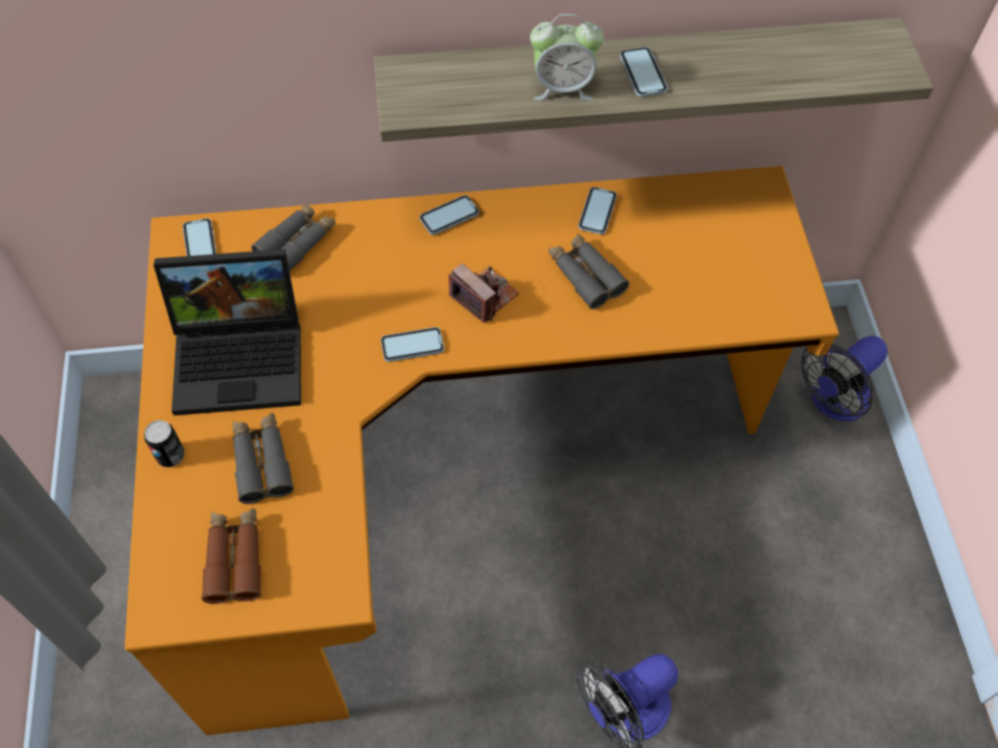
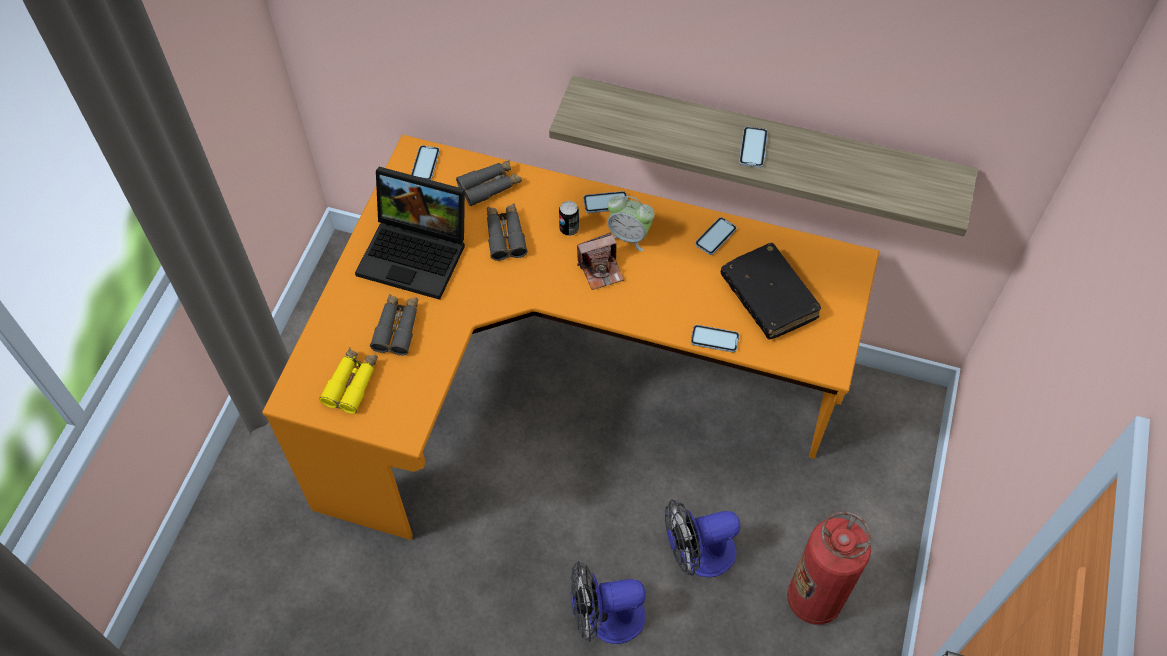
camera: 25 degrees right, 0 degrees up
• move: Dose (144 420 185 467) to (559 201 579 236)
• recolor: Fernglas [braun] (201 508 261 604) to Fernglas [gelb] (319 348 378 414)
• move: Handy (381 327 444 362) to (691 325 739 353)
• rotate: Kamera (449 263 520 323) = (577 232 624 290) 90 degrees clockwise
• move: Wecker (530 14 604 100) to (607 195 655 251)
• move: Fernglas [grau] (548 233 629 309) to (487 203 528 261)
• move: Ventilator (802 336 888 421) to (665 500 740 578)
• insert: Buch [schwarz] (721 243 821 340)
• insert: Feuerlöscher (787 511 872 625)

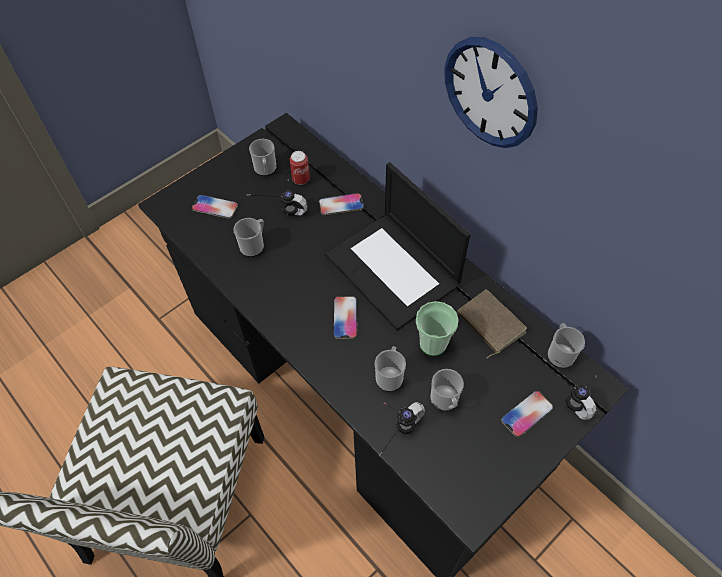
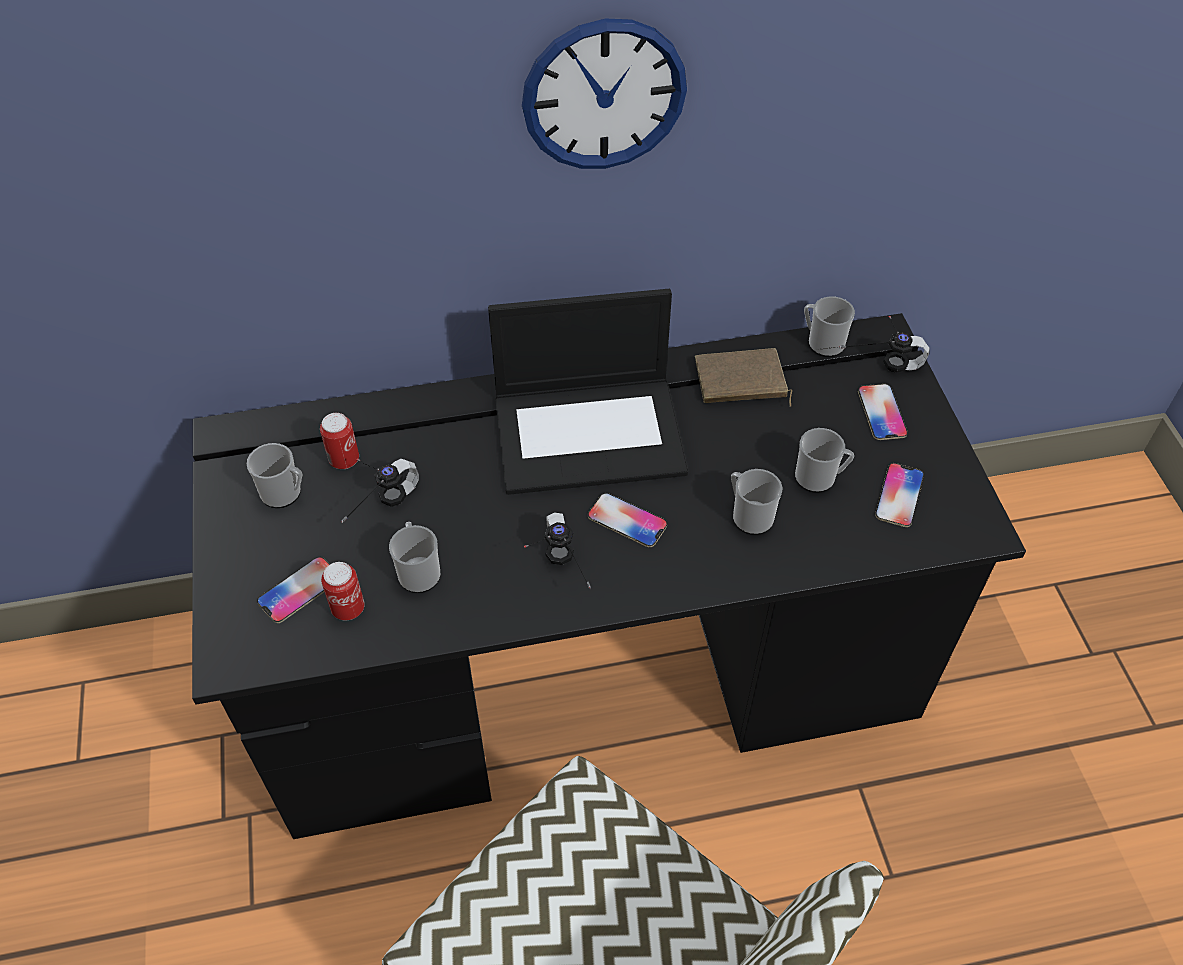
camera: 60 degrees left, 5 degrees down
• move: Handy (319 193 364 215) to (875 463 924 527)
• move: Kopfhörer (379 402 425 457) to (524 512 591 589)
• delete: Tasse (416 301 459 356)
• insert: Dose (321 562 365 620)

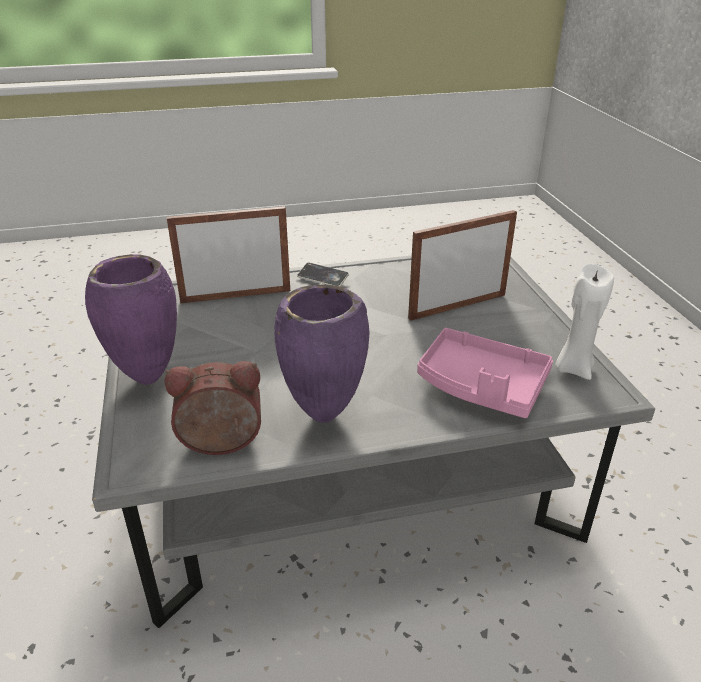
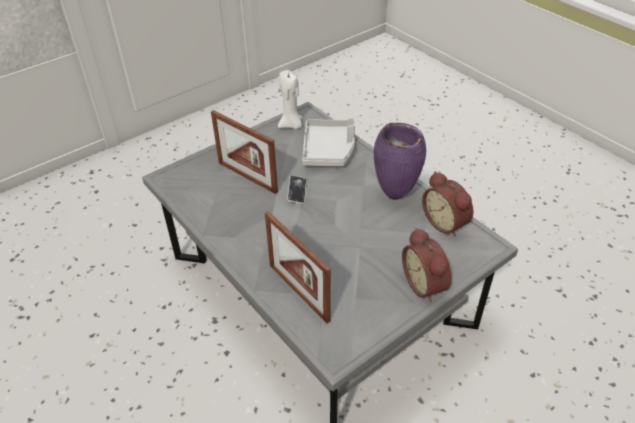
camera: 115 degrees left, 10 degrees up
• replace: Vase [lila] (85 254 177 385) to Wecker (402 228 452 302)
• move: Handy (297 262 349 286) to (287 176 307 204)
• recolor: Tablett [rosa] (417 328 553 418) to Tablett [grau] (302 118 355 166)

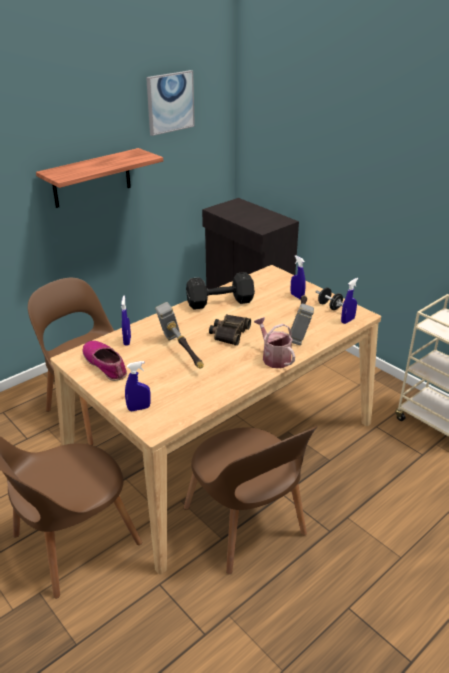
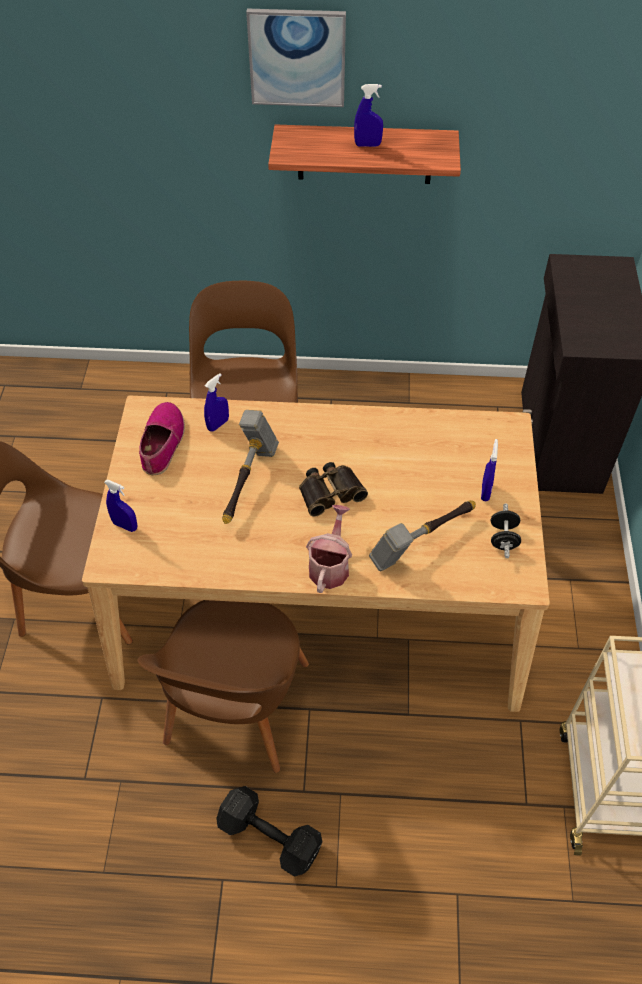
camera: 45 degrees right, 20 degrees up
• move: Bild (146 70 195 136) to (246 9 346 107)
• move: Hantel [schwarz] (186 272 255 310) to (216 786 322 877)
• move: Sprühflasche [blau] (341 278 358 324) to (354 84 383 147)

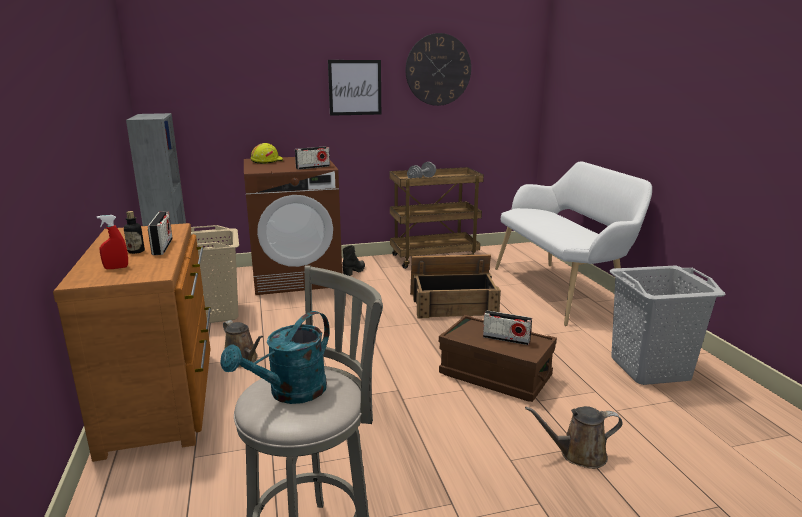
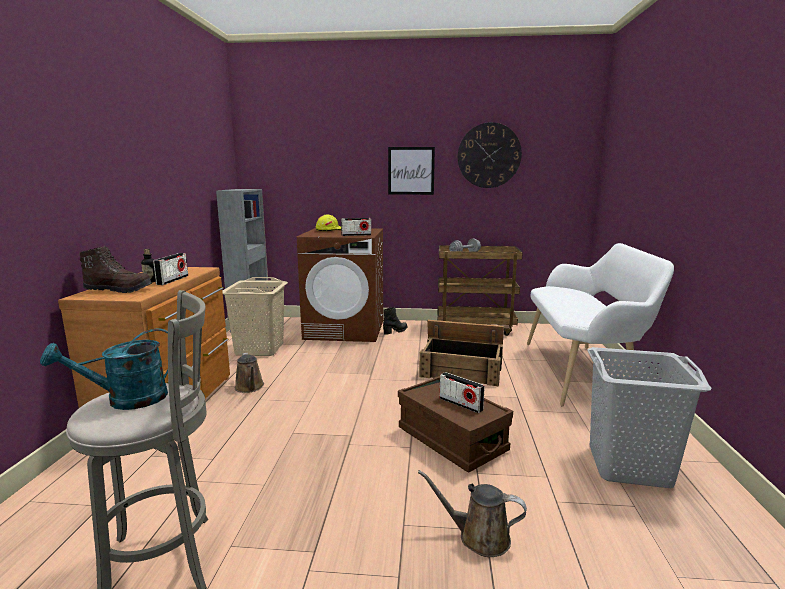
camera: 20 degrees right, 5 degrees down
• replace: Sprühflasche [rot] (97 215 128 269) to Stiefel [braun] (79 246 152 293)

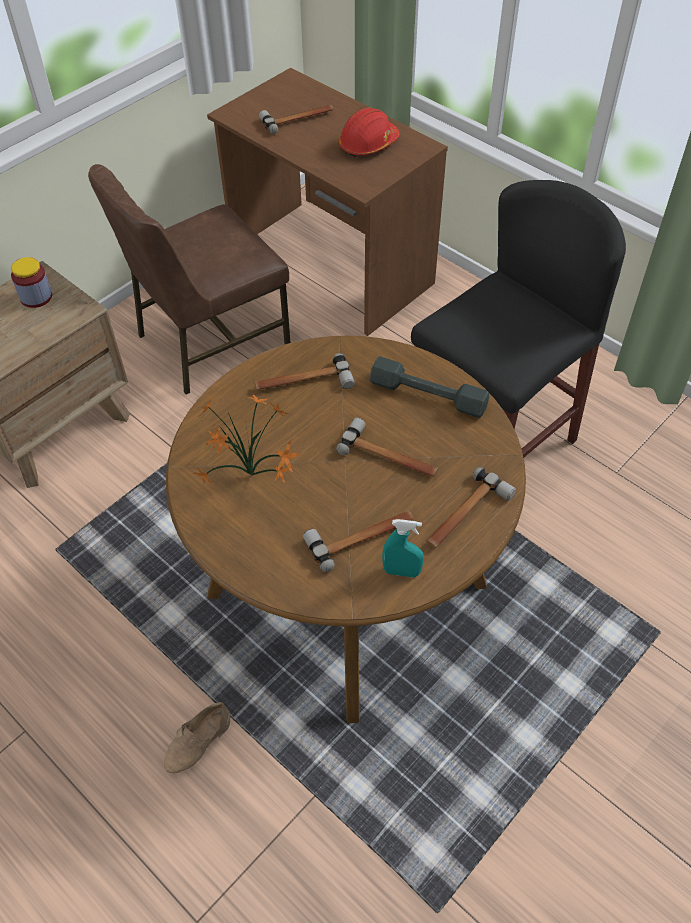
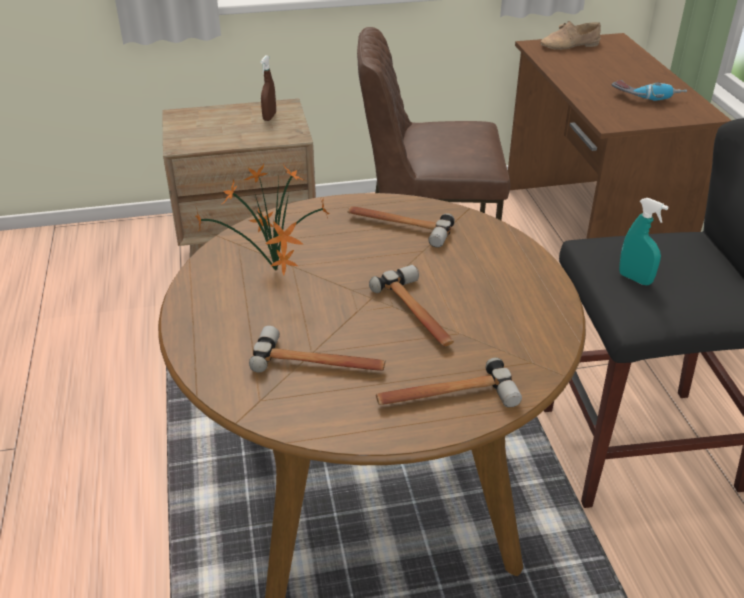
camera: 35 degrees right, 15 degrees down
• replace: Vorratsglas (11 257 52 308) to Sprühflasche [braun] (261 55 276 121)
• move: Schuh [beige] (164 702 230 773) to (541 21 601 50)
• delete: Hammer (259 105 333 134)
• replace: Schutzhelm [rot] (338 108 400 157) to Bohrmaschine (611 80 687 101)
• delete: Hantel [grau] (369 356 489 418)
• move: Sprühflasche [türkis] (382 519 424 577) to (619 198 668 285)

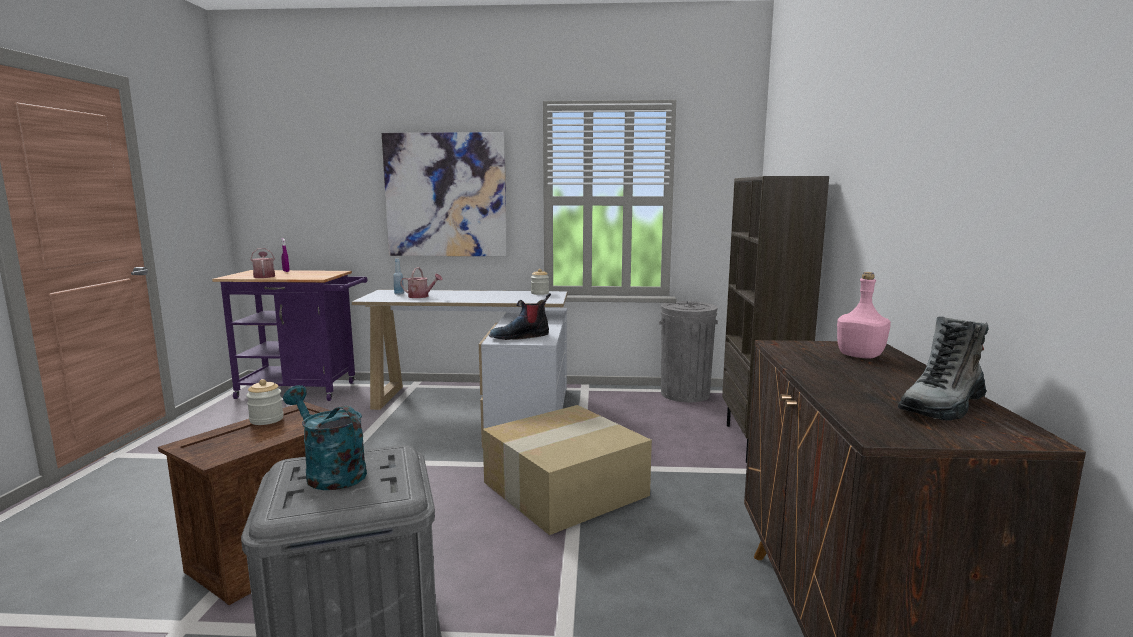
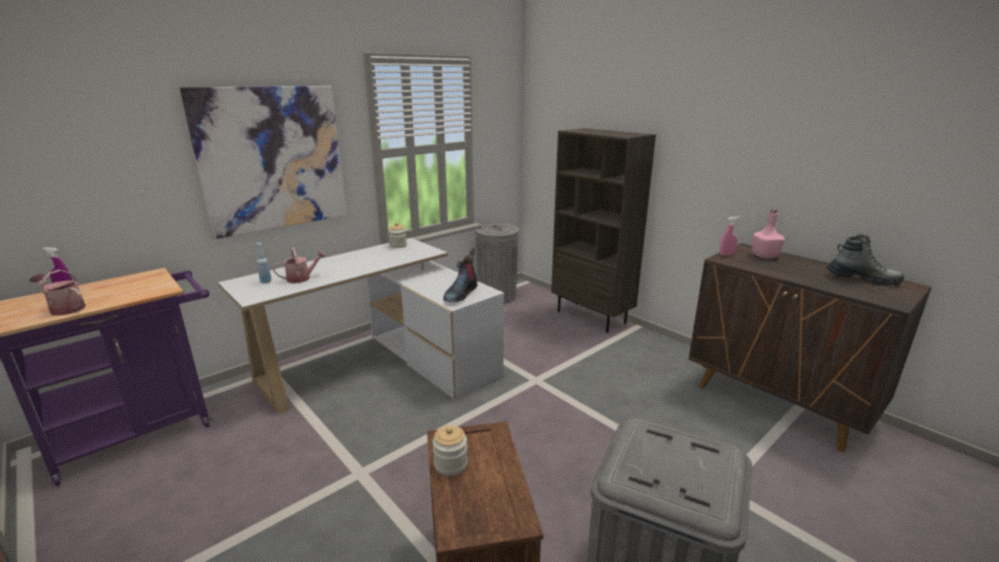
camera: 45 degrees left, 10 degrees up
• delete: Gießkanne [türkis] (283 385 367 490)
• delete: Karton (483 405 652 535)
• rotate: Stiefel (898 316 989 421) = (827 234 904 286) 75 degrees counterclockwise
• insert: Sprühflasche [rosa] (720 216 740 256)

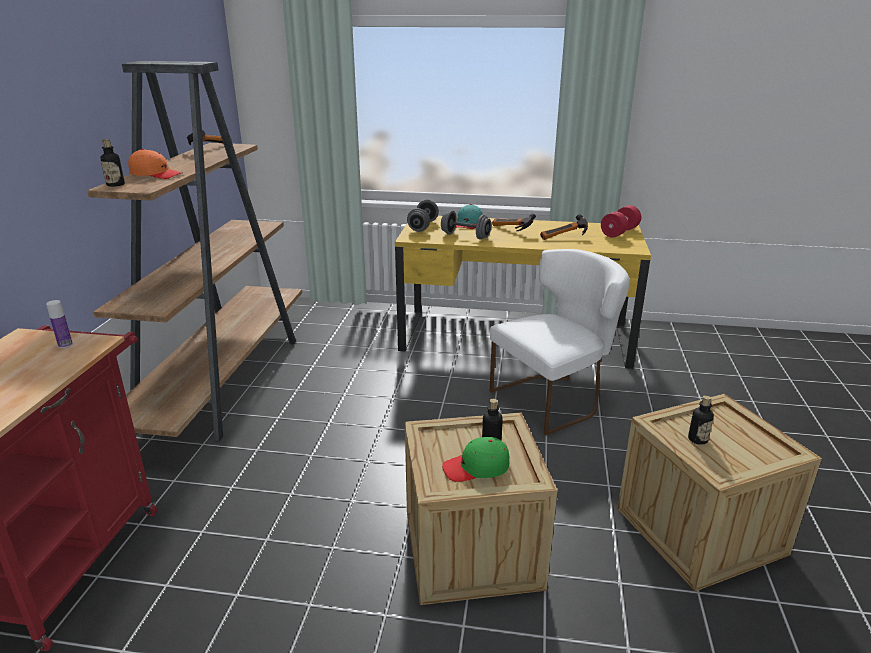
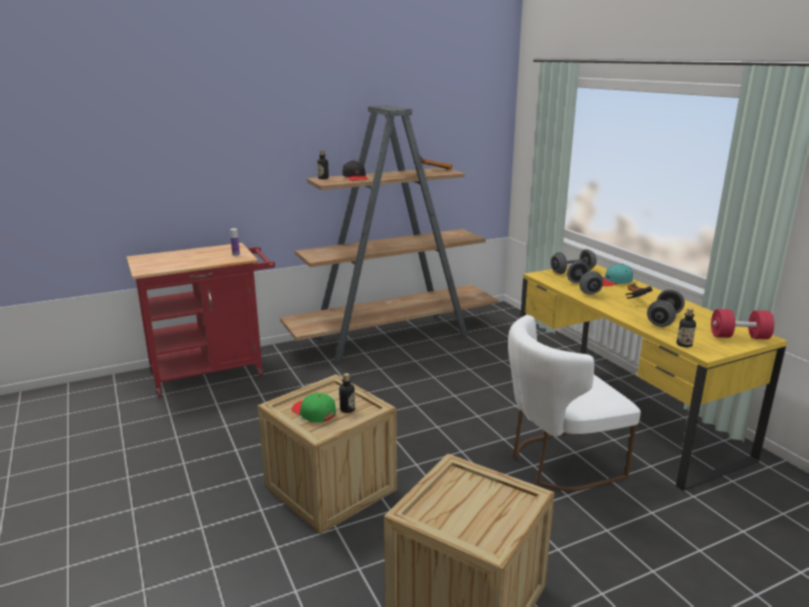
camera: 55 degrees right, 5 degrees down
• recolor: Kappe [orange] (128 149 182 179) to Kappe [schwarz] (342 160 367 181)
• rotate: Stuhl [weiß] (490 249 629 435) = (508 315 641 491) 135 degrees clockwise
• replace: Hammer (540 214 588 240) to Hantel [grau] (647 289 685 327)
• move: Flasche (688 395 714 445) to (677 308 696 347)

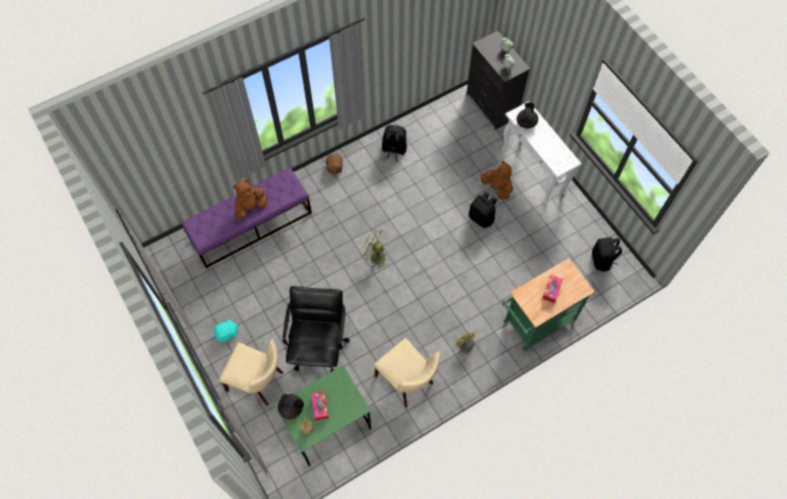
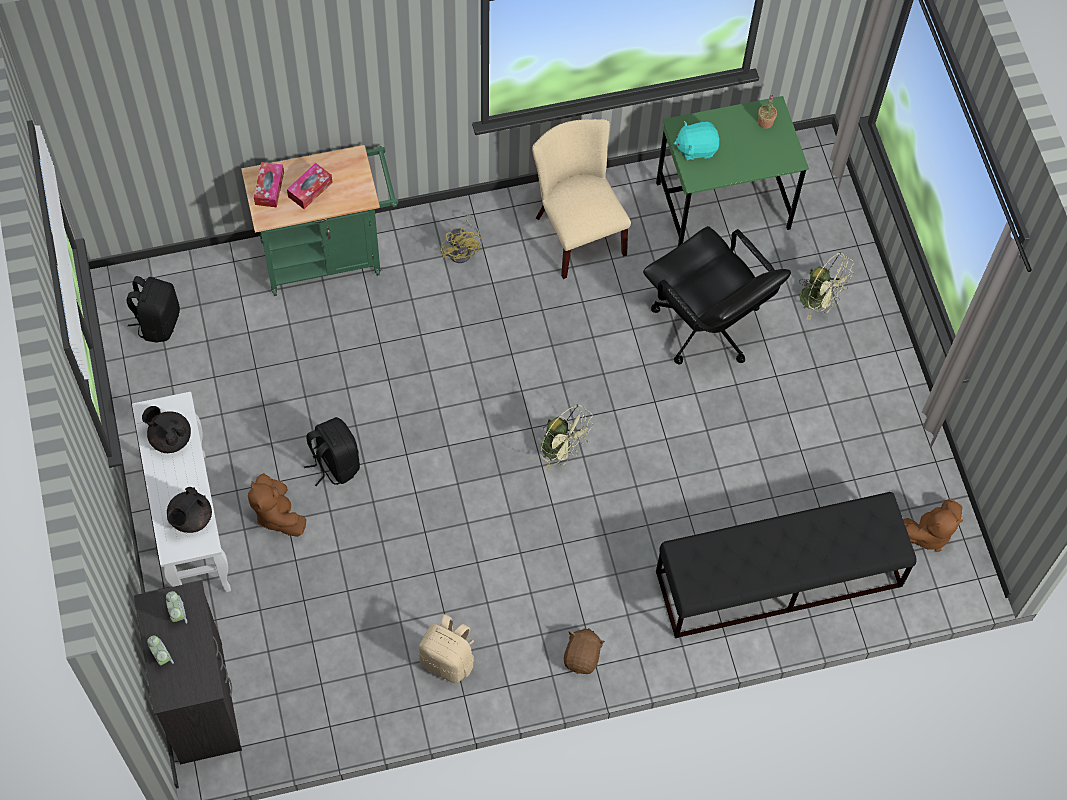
camera: 165 degrees left, 0 degrees up
• recolor: Bank [lila] (182 168 312 268) to Bank [schwarz] (656 492 917 638)
• move: Plüschtier [türkis] (214 318 239 342) to (674 121 719 161)
• replace: Stuhl [beige] (219 339 283 405) to Ventilator [grün] (799 252 854 320)
• move: Plüschtier [braun] (233 180 267 219) to (903 499 963 552)
• move: Teekanne [schwarz] (278 394 304 419) to (142 406 191 453)
• rotate: Bürostuhl [schwarz] (282 286 349 372) = (643 226 791 365) 60 degrees counterclockwise
• move: Taschentuchbox (311 391 329 420) to (254 162 284 208)
• recolor: Rucksack [schwarz] (382 125 407 162) to Rucksack [beige] (418 614 474 683)

